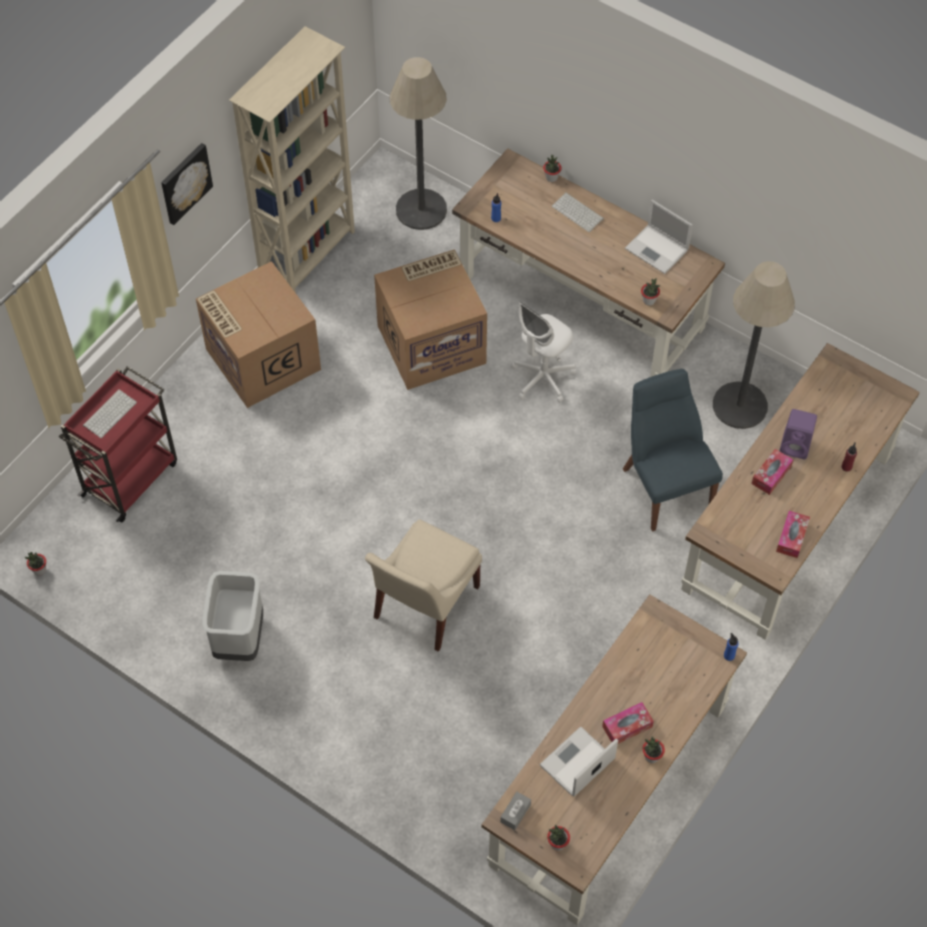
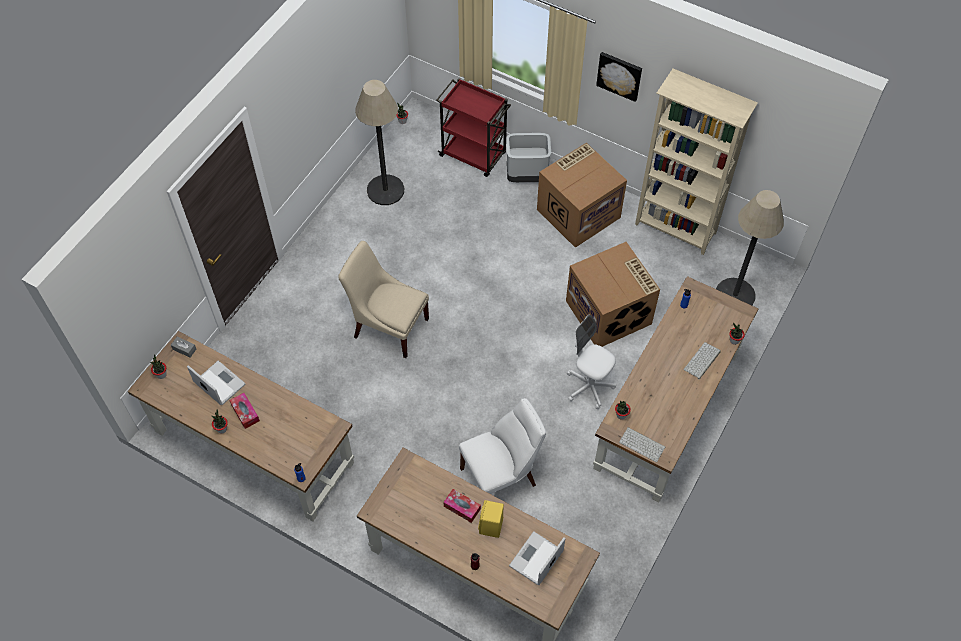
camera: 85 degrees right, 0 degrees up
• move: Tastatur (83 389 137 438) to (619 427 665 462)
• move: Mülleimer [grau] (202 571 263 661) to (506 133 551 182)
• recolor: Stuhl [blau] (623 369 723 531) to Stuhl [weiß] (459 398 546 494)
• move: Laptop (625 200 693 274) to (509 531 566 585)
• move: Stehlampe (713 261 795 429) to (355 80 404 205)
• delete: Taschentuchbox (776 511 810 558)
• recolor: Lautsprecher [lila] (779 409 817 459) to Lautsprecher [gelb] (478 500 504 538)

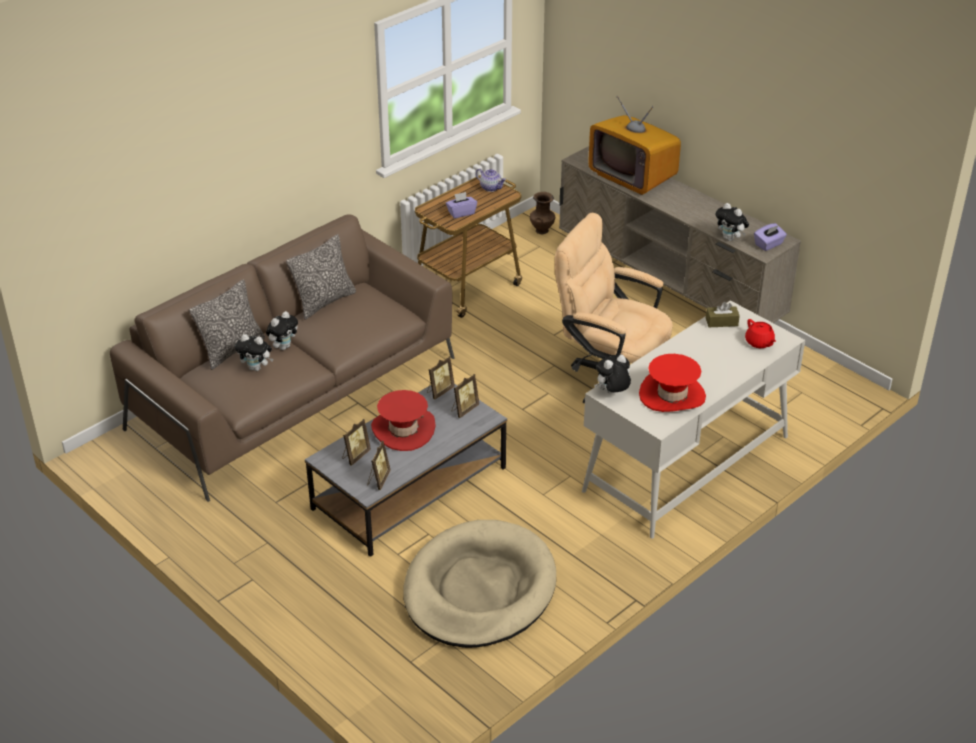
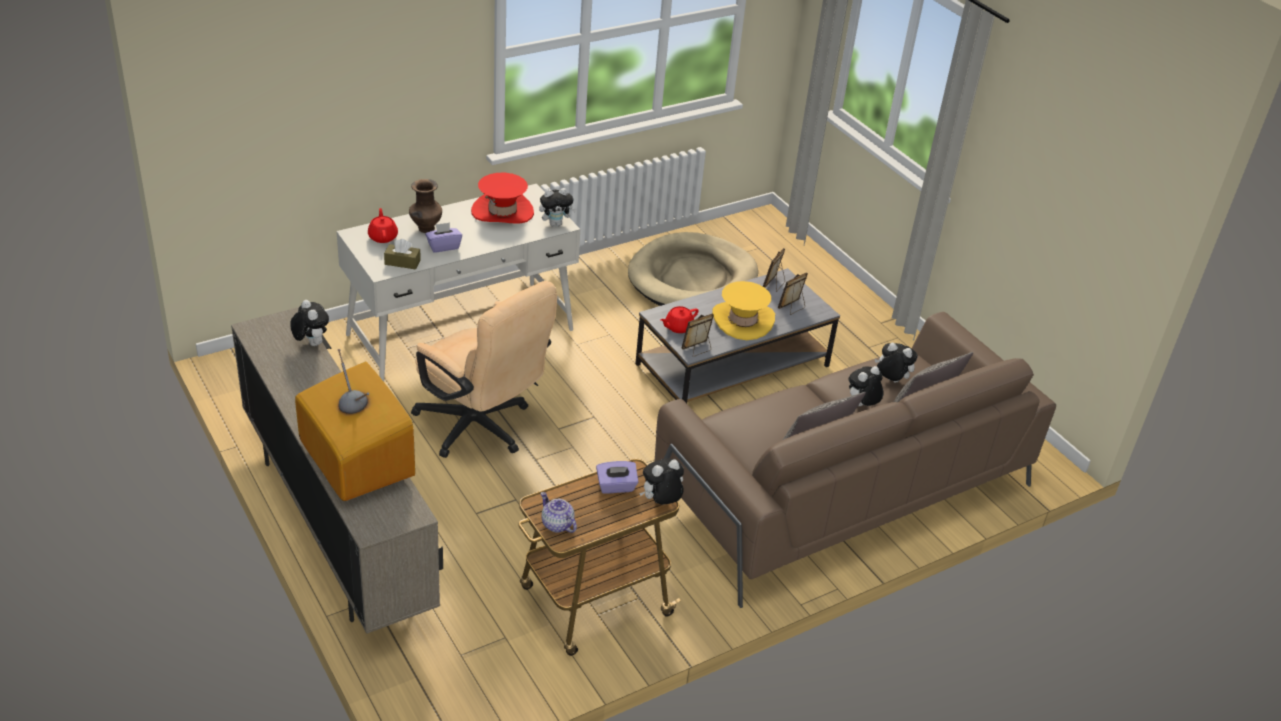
camera: 170 degrees left, 0 degrees up
• recolor: Hut [rot] (371 390 436 451) to Hut [gelb] (712 281 775 340)
• replace: Bilderrahmen (452 374 479 418) to Teekanne [rot] (660 306 699 333)
• move: Vase [braun] (530 192 555 234) to (409 179 442 233)
• move: Taschentuchbox [lila] (754 223 787 251) to (425 222 462 253)
• insert: Plüschtier (639 458 684 504)

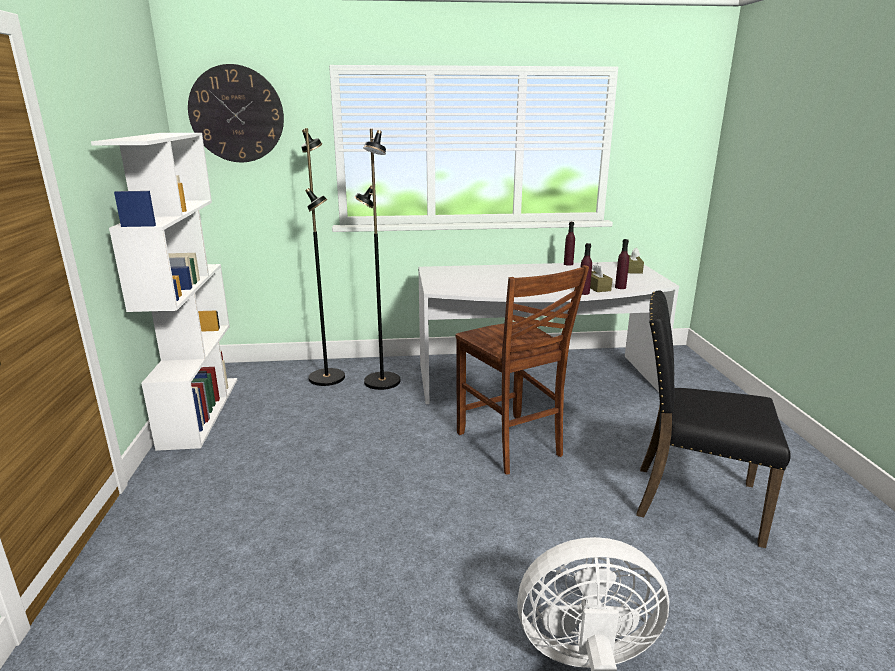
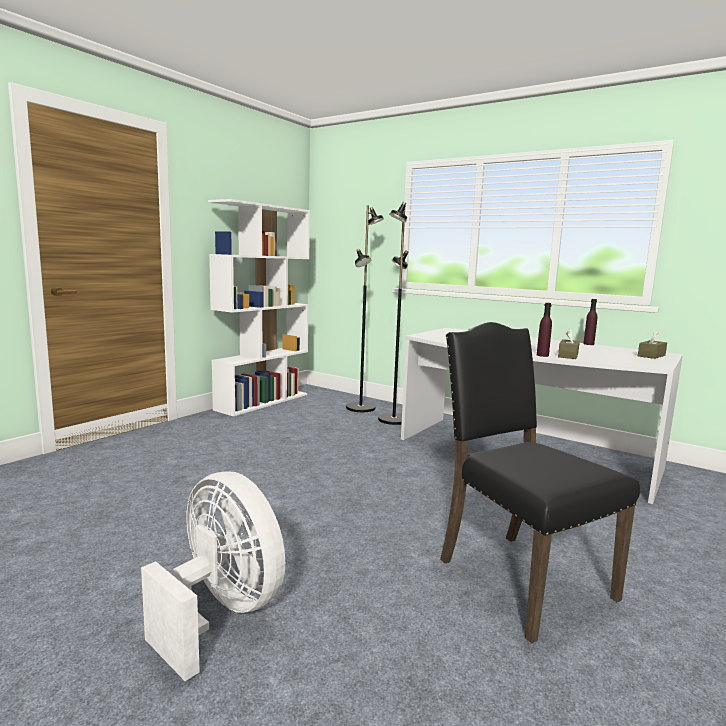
camera: 40 degrees right, 10 degrees down
• delete: Wanduhr (188 64 284 162)
• delete: Stuhl [braun] (456 265 589 475)
• delete: Flasche [lila] (615 239 629 289)

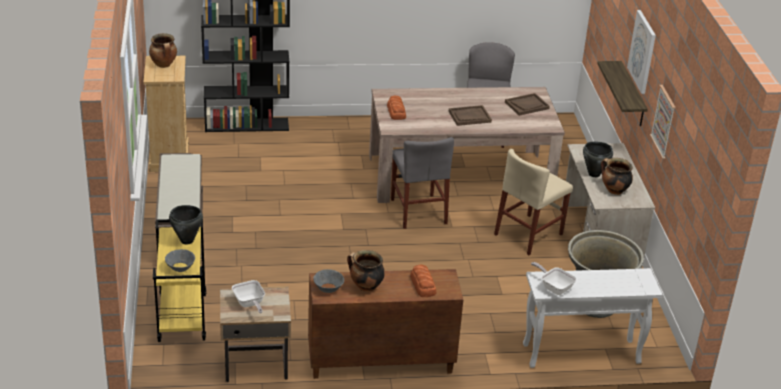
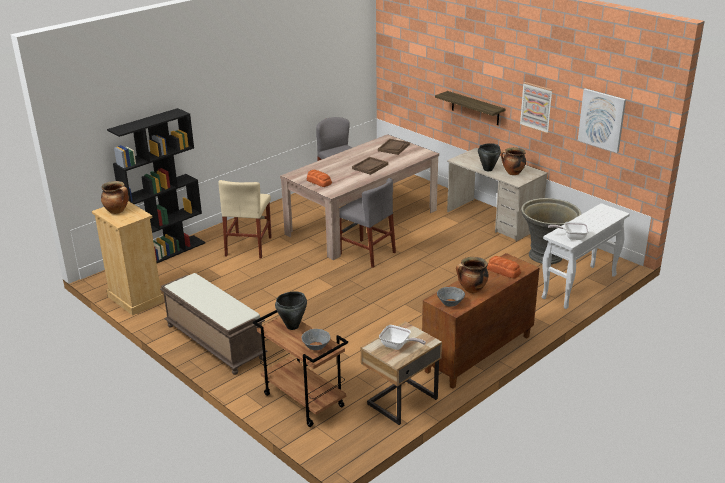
camera: 35 degrees left, 5 degrees down
• recolor: Rollwagen [gelb] (153 219 206 342) to Rollwagen [braun] (253 310 348 427)
• move: Stuhl [beige] (494 149 573 255) to (218 180 272 259)
• move: Bild (627 10 656 94) to (578 89 626 153)

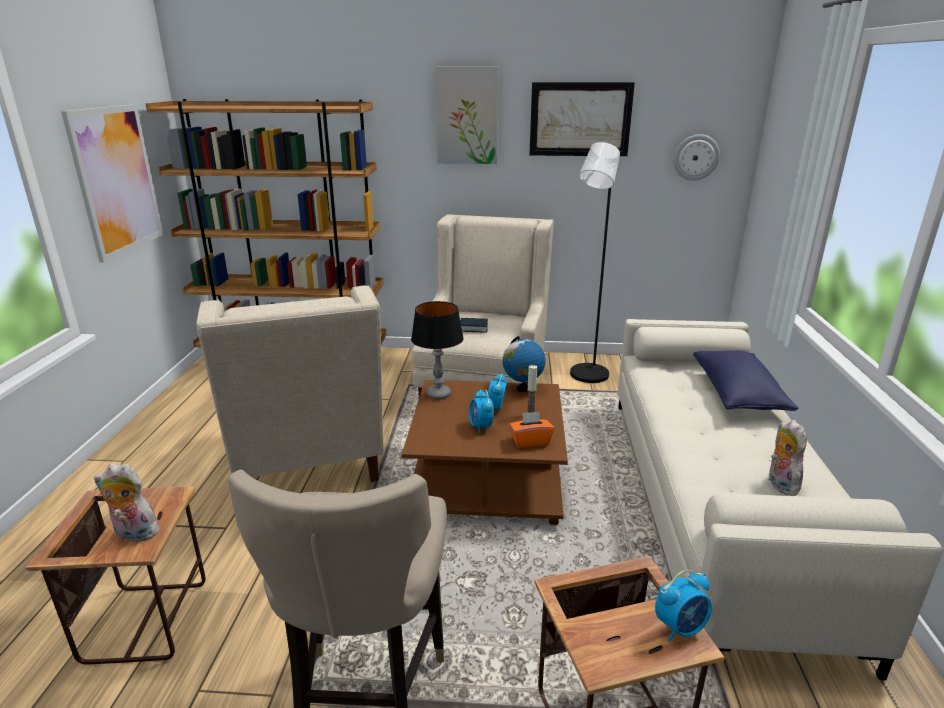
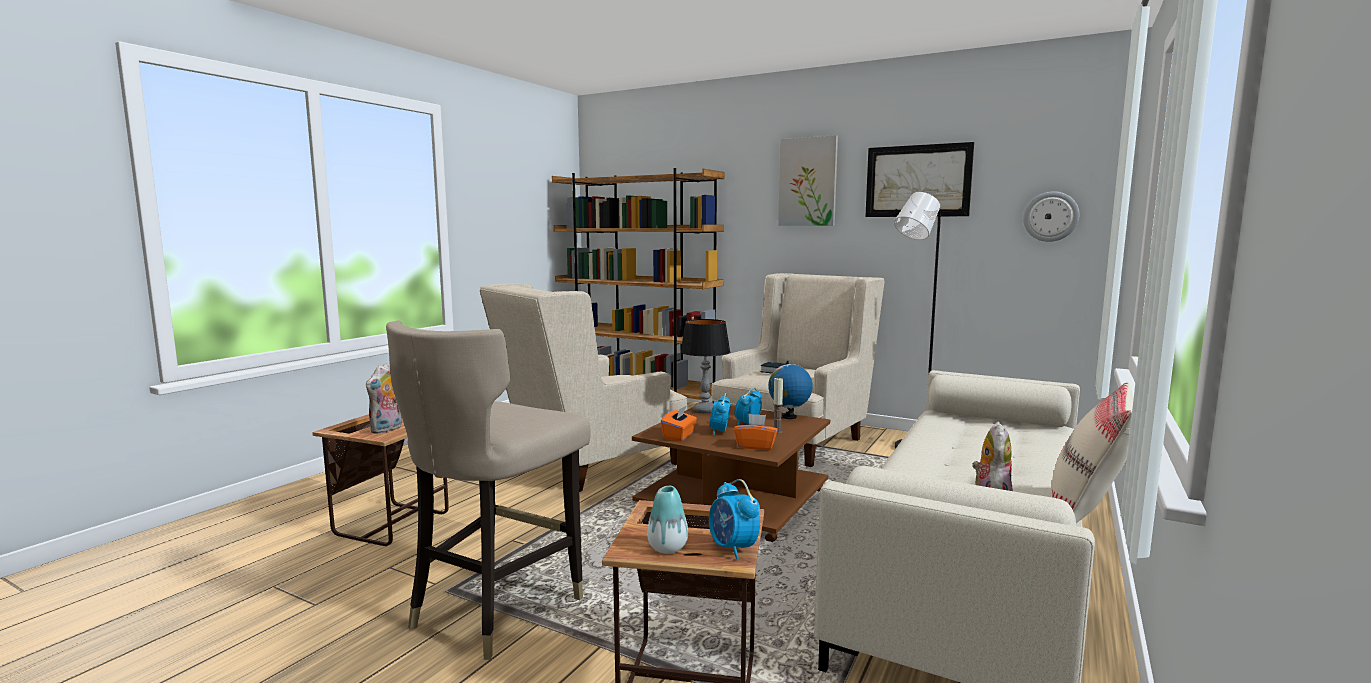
camera: 25 degrees right, 15 degrees down
• delete: Bild (61 104 163 263)
• rotate: Plüschtier (94 464 159 542) = (366 363 402 434) 105 degrees counterclockwise
• rotate: Sessel [beige] (196 286 383 482) = (480 283 687 492) 45 degrees clockwise
• rotate: Wecker (655 570 712 642) = (709 479 760 559) 60 degrees clockwise
• delete: Kissen [blau] (693 350 799 411)
• insert: Vase (647 486 688 553)
• insert: Taschentuchbox [orange] (661 405 697 441)
• insert: Kissen [beige] (1052 382 1133 523)

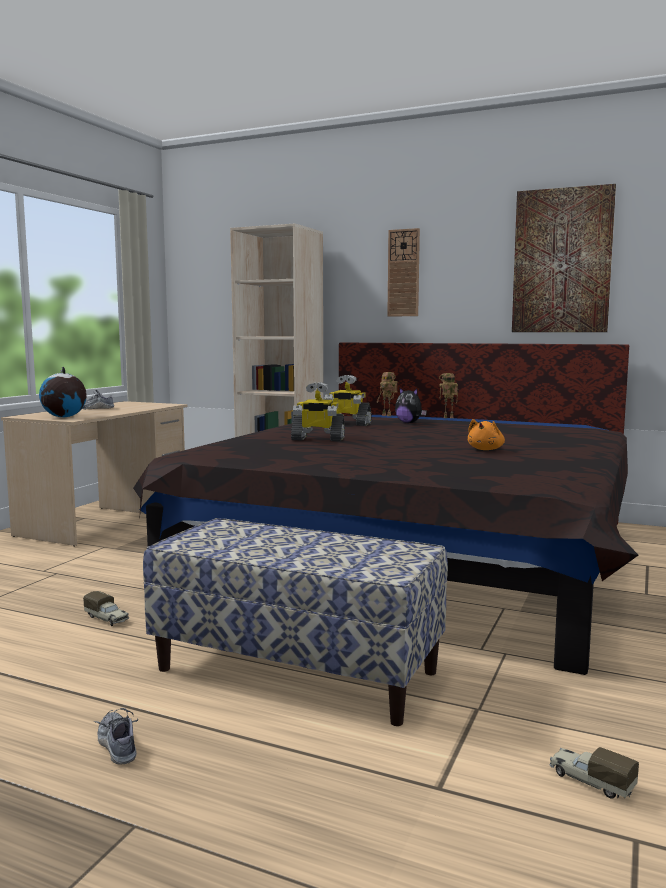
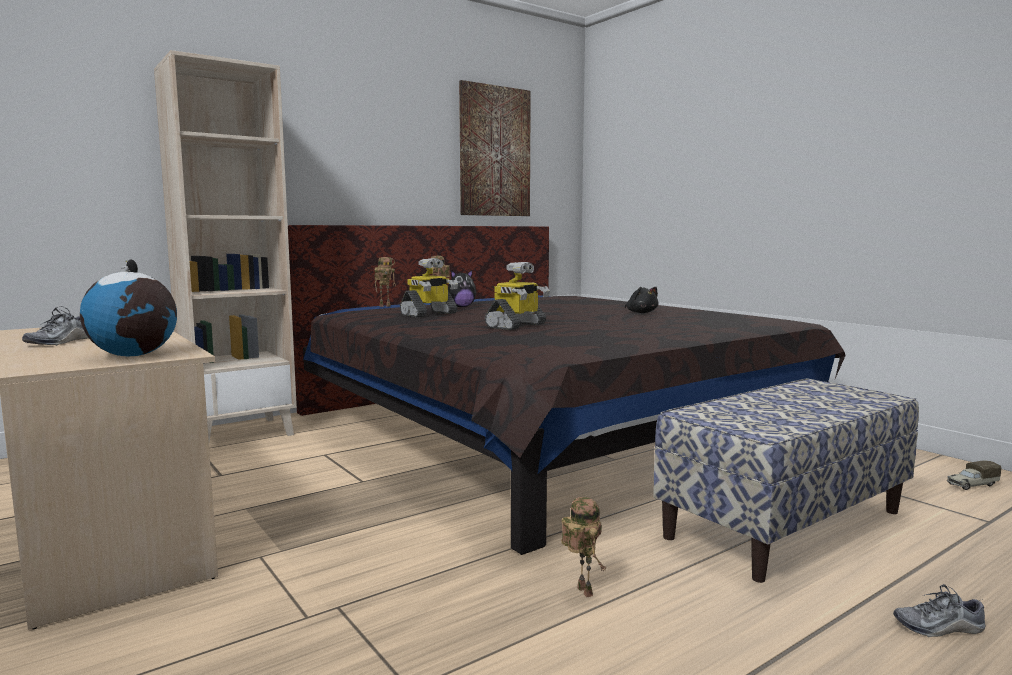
camera: 60 degrees left, 0 degrees up
• replace: Spielzeuglaster (83 591 129 626) to Spielzeugroboter (561 497 606 597)
• delete: Wanduhr (387 228 420 316)
• recolor: Plüschtier [orange] (468 419 505 450) to Plüschtier [schwarz] (625 287 659 313)

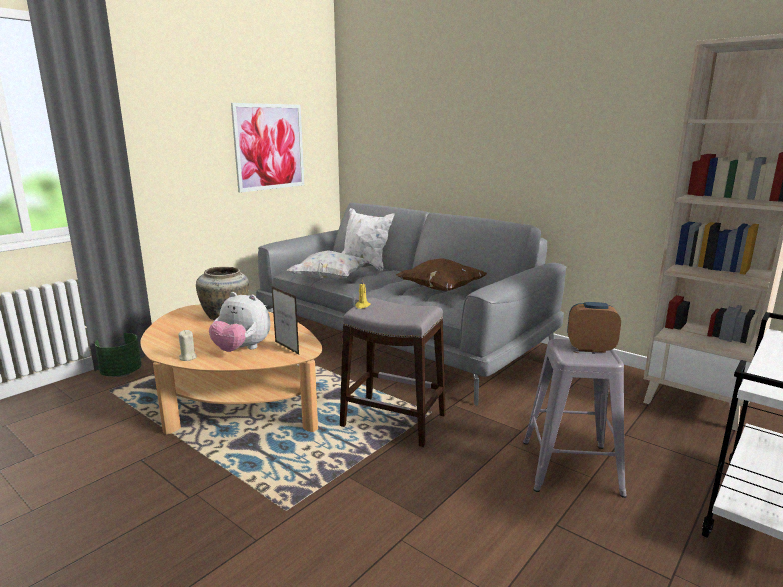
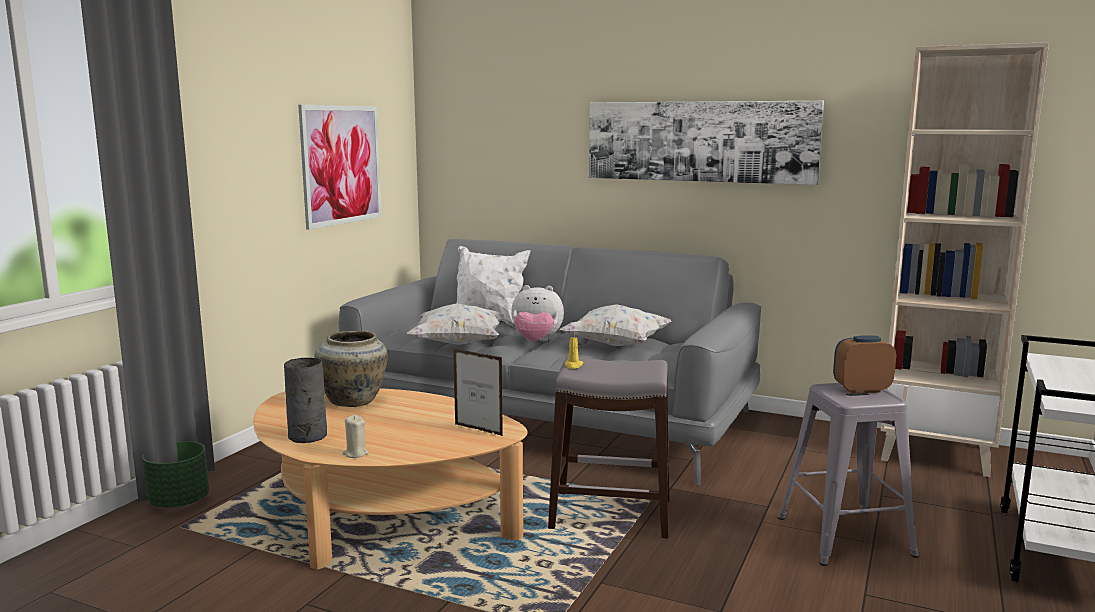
camera: 15 degrees left, 5 degrees down
• move: Plüschtier (209 292 271 352) to (511 285 564 341)
• recolor: Kissen [braun] (396 258 487 291) to Kissen [weiß] (560 304 672 346)
• insert: Vase [grau] (284 358 327 443)
• insert: Bild (589 101 824 185)

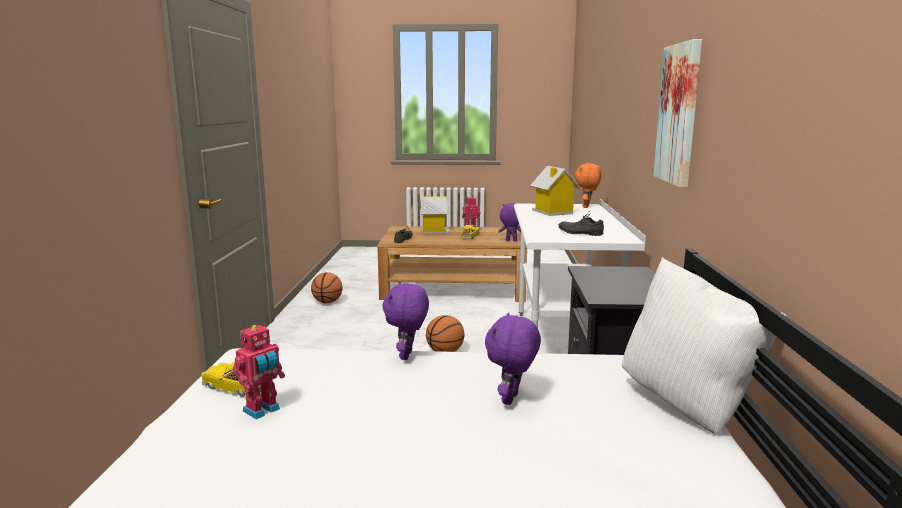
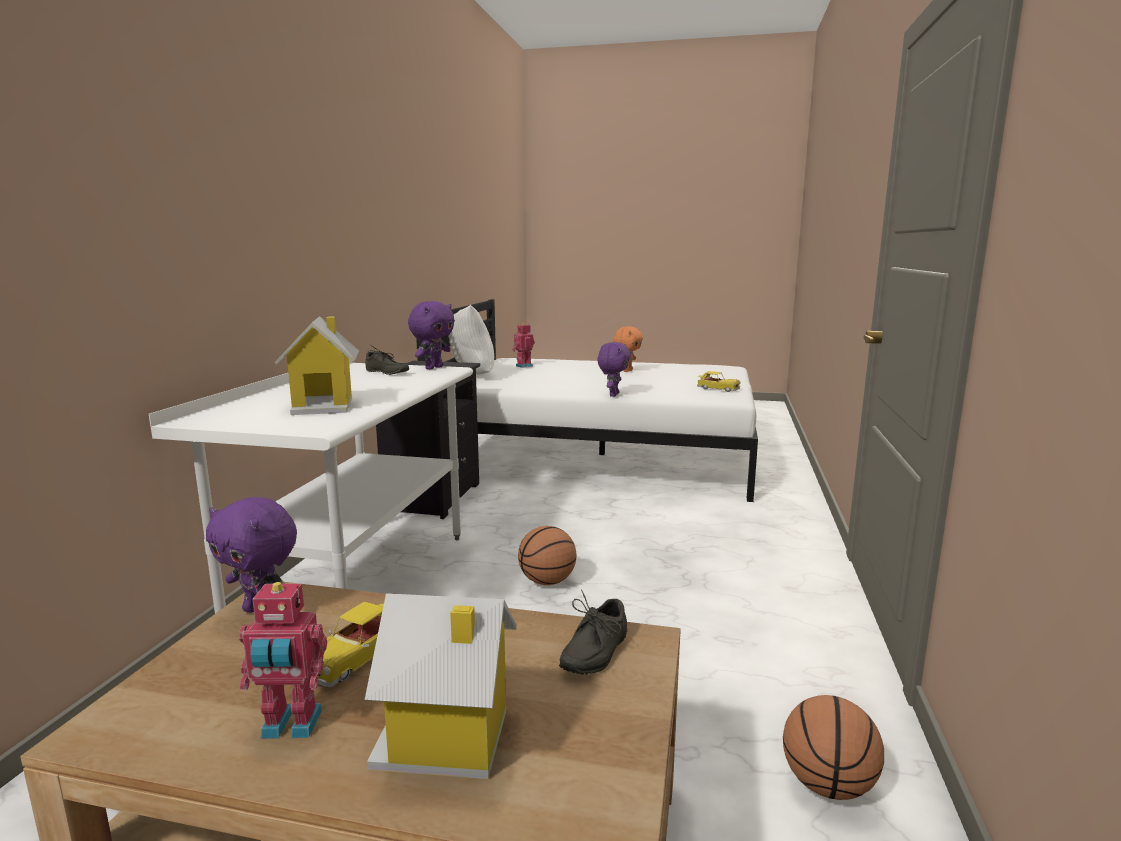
camera: 170 degrees left, 0 degrees up
• move: Spielzeugroboter (233 323 285 419) to (512 323 535 368)
• move: Plüschtier [lila] (485 313 541 405) to (408 301 455 369)
• move: Plüschtier [orange] (575 163 601 208) to (613 326 643 372)
• delete: Bild (653 39 702 188)

